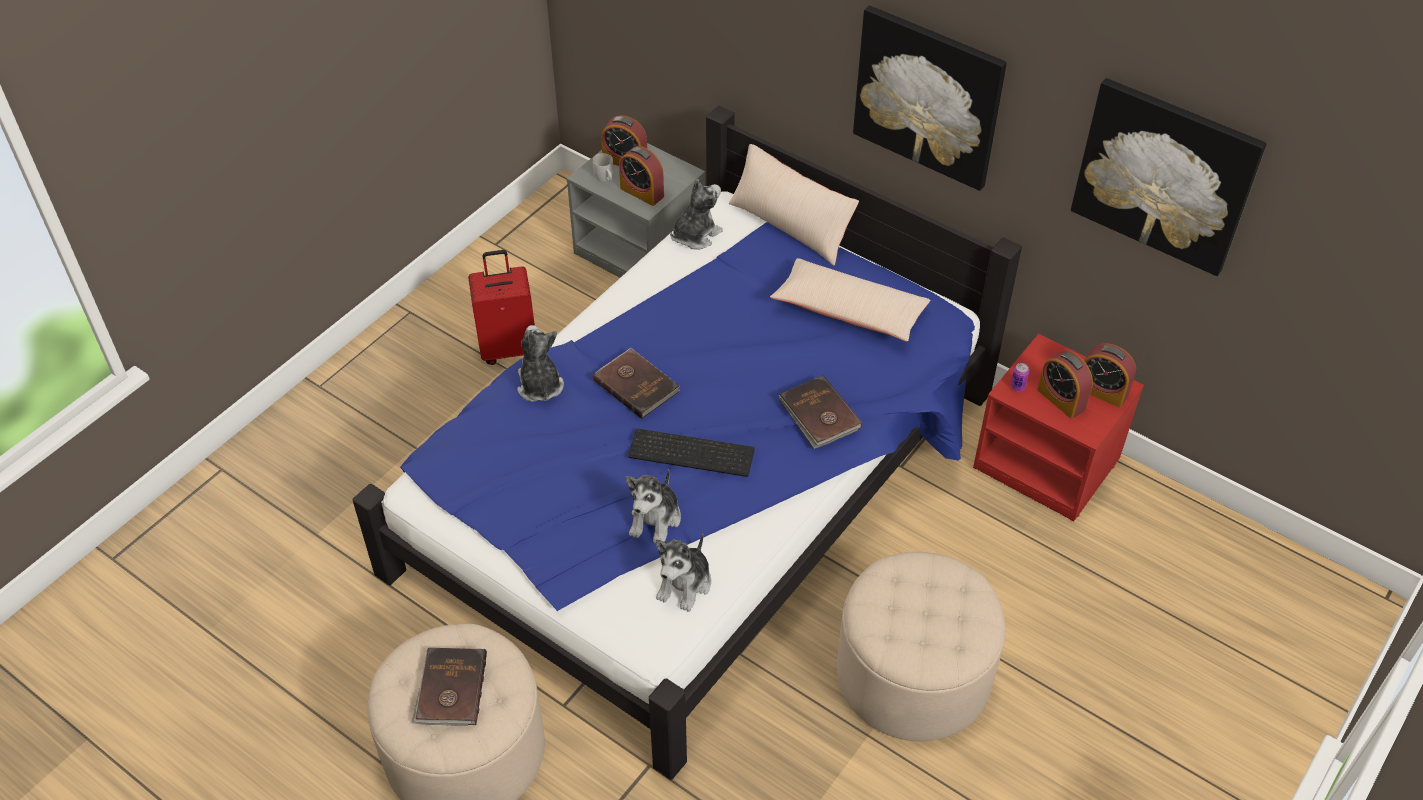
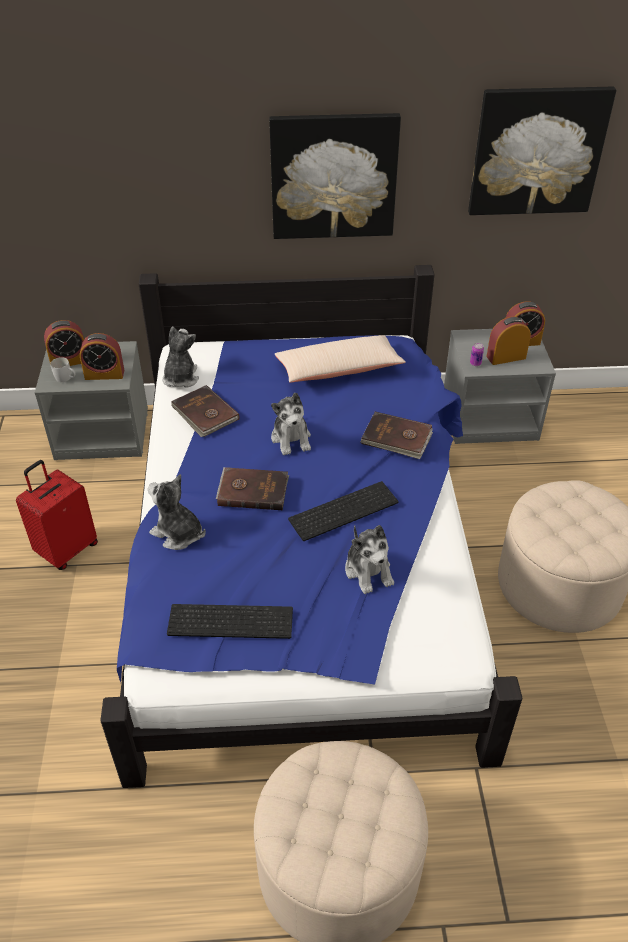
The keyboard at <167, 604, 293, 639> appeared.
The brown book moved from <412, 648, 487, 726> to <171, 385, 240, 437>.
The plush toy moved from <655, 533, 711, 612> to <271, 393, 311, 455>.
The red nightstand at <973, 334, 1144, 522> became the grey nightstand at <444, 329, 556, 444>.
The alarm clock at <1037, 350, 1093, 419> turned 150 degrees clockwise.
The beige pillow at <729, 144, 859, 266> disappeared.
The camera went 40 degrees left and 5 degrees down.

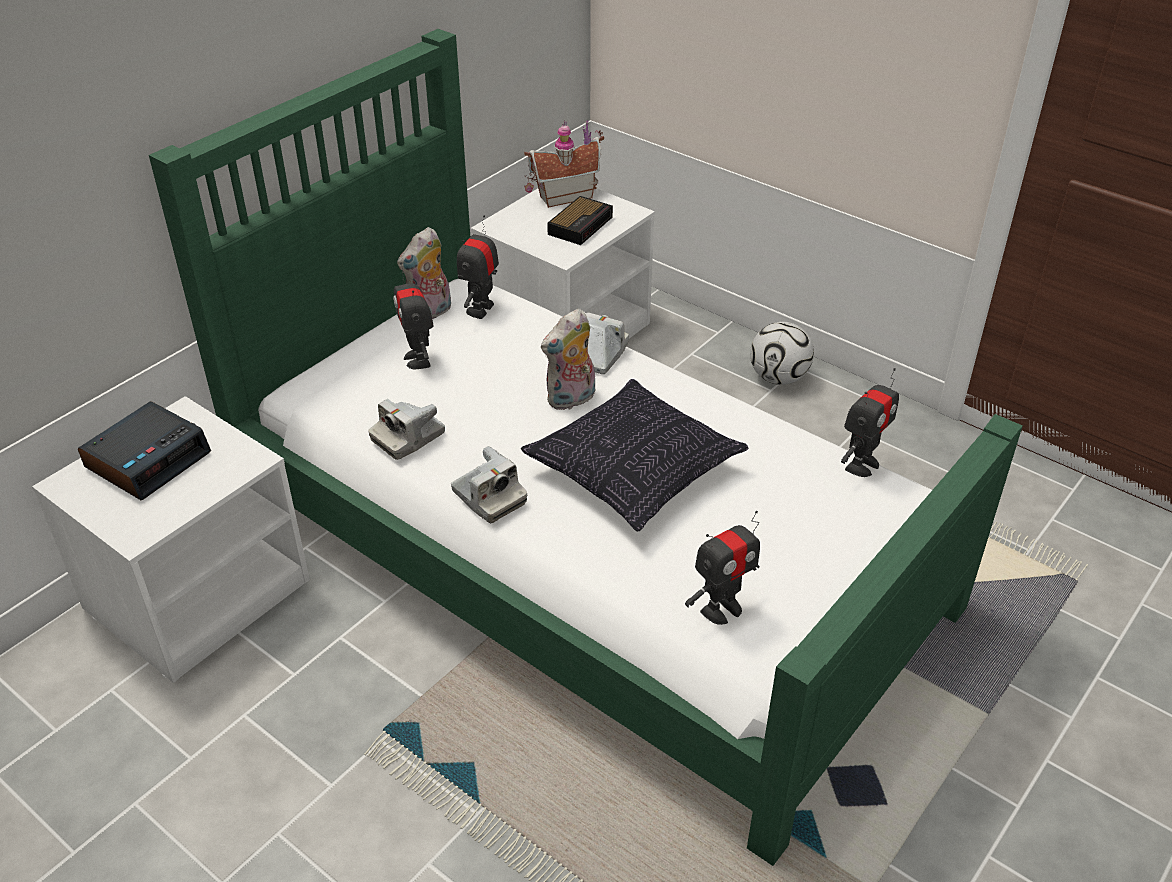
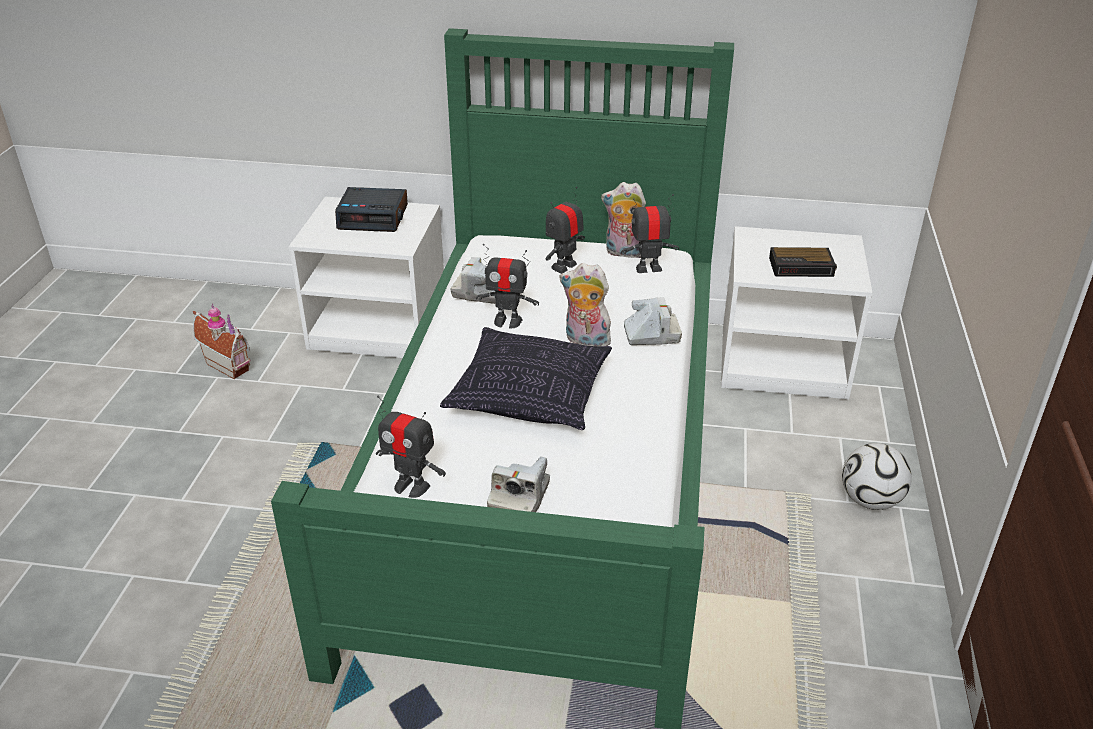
The toy house moved from <524, 120, 604, 208> to <193, 304, 251, 379>.
The toy robot moved from <841, 368, 899, 477> to <476, 244, 539, 329>.
The photo camera moved from <451, 446, 527, 523> to <487, 456, 550, 512>.
The camera went 60 degrees right and 5 degrees down.

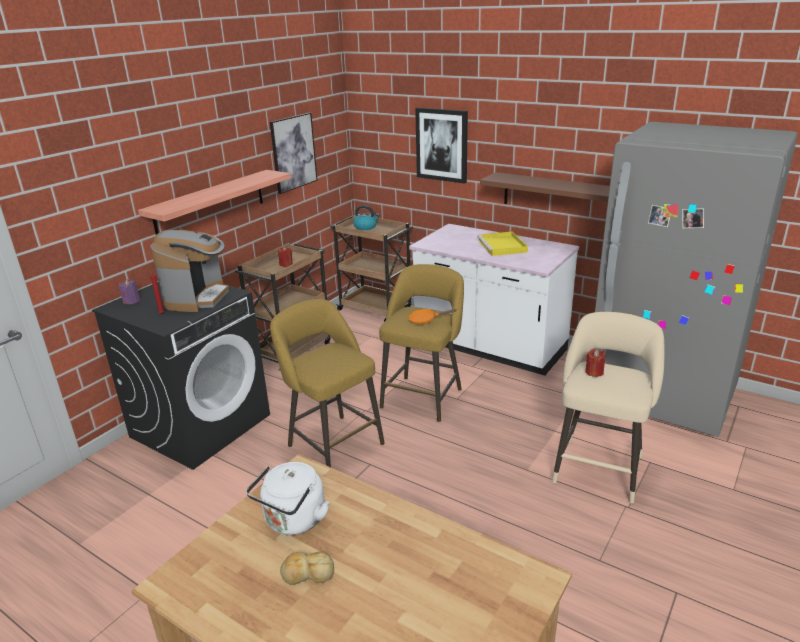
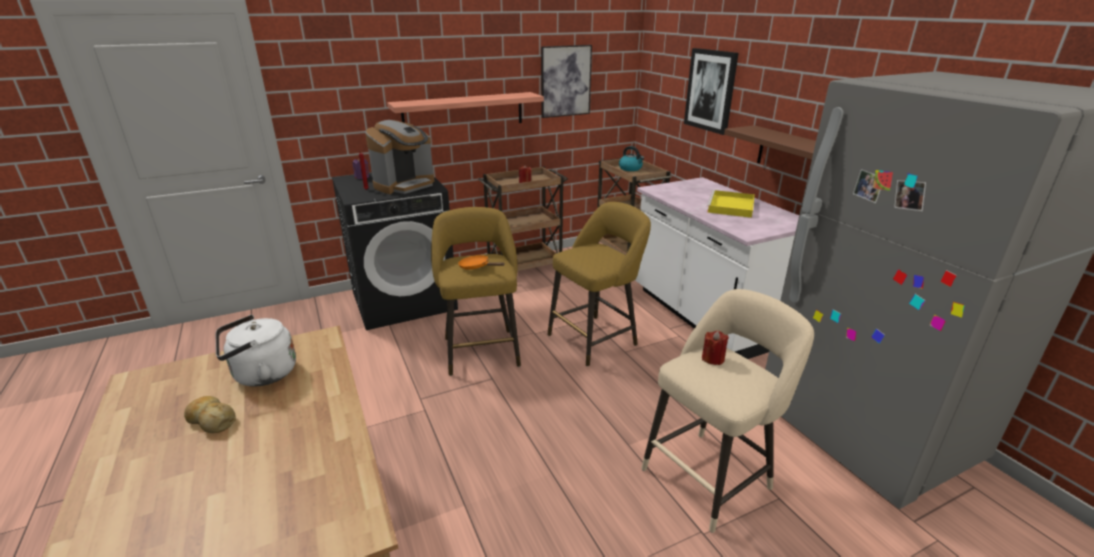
The orange frying pan moved from <408, 309, 456, 324> to <458, 255, 505, 270>.
The camera went 30 degrees right and 0 degrees up.

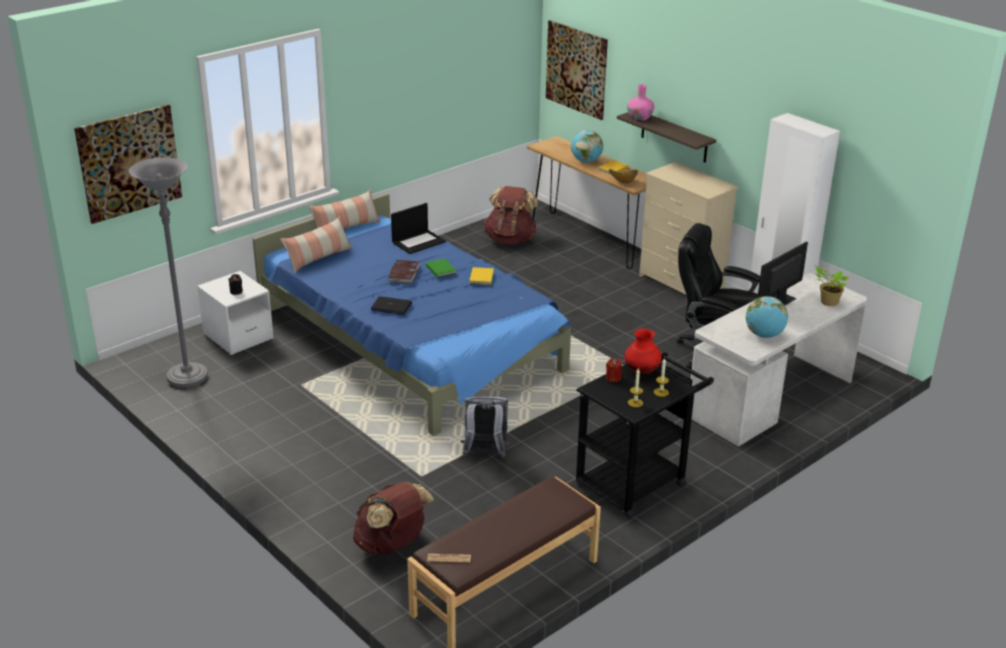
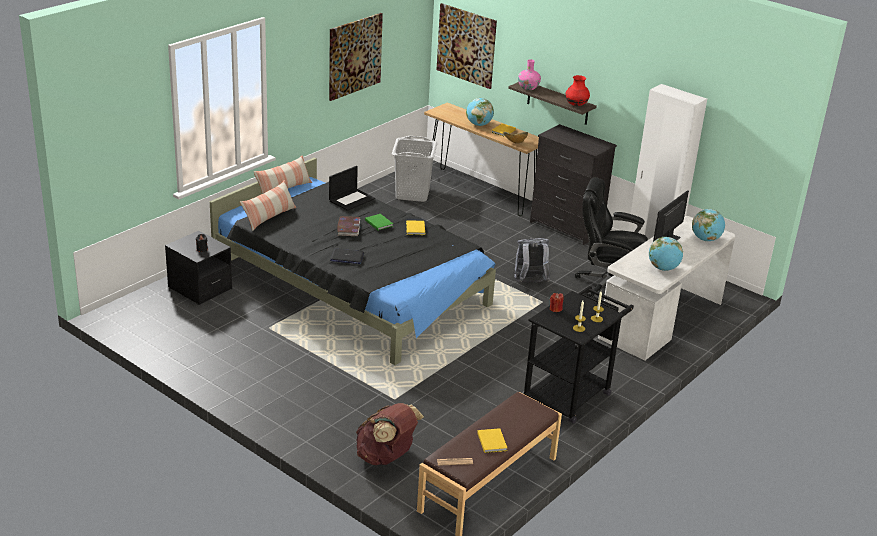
The white nightstand at <197, 271, 274, 355> became the black nightstand at <165, 231, 232, 305>.
The blue bed at <253, 193, 571, 436> became the black bed at <210, 158, 496, 365>.
The picture moved from <74, 105, 182, 224> to <329, 13, 383, 101>.
The brown backpack at <484, 186, 538, 245> was replaced by the grey laundry basket at <392, 136, 438, 202>.
The yellow book at <477, 428, 507, 453> appeared.
The grey backpack moved from <460, 396, 510, 457> to <513, 238, 550, 282>.
The beige dresser at <639, 162, 738, 295> became the black dresser at <530, 124, 617, 245>.
The red vase moved from <624, 328, 662, 374> to <566, 75, 590, 106>.
The potted plant at <814, 265, 849, 306> was replaced by the globe at <692, 209, 725, 241>.
The grey floor lamp at <129, 157, 208, 388> disappeared.
The camera went 10 degrees left and 0 degrees up.

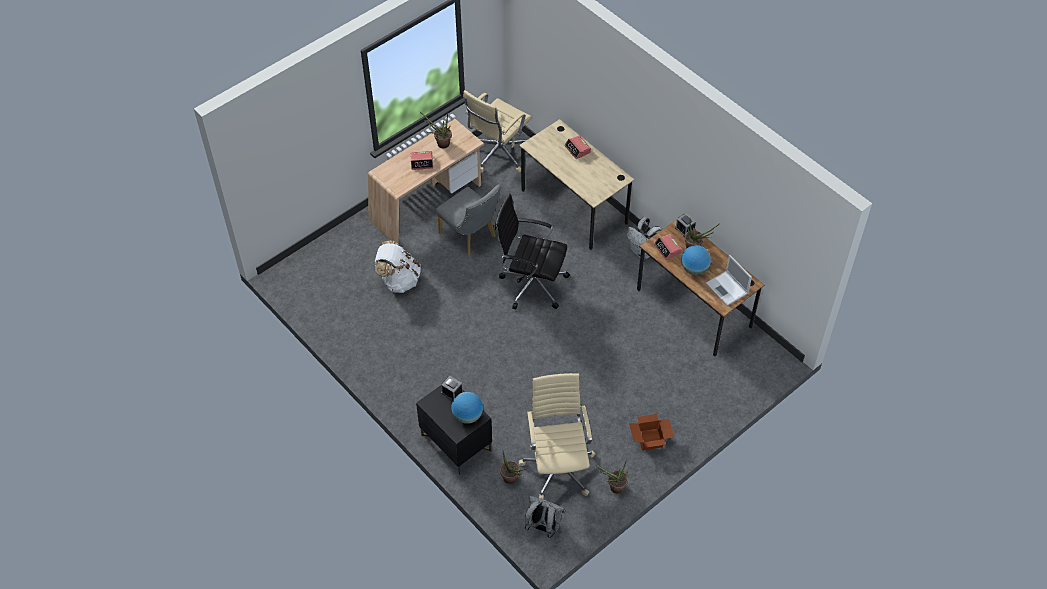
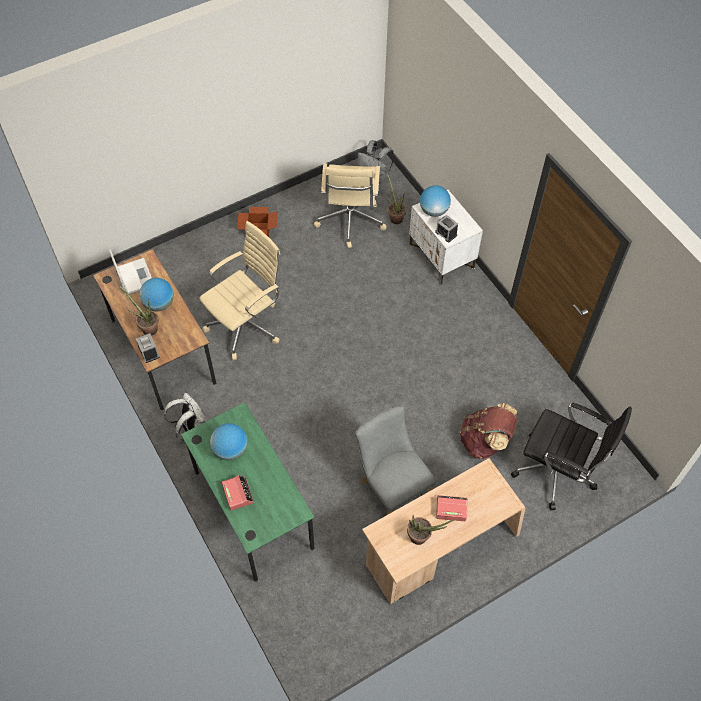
The beige desk at <519, 119, 634, 250> became the green desk at <181, 402, 315, 582>.
The beige office chair moved from <463, 90, 532, 173> to <199, 221, 280, 360>.
The globe at <210, 423, 247, 460> appeared.
The black nightstand at <416, 385, 492, 475> became the white nightstand at <409, 190, 483, 285>.
The white backpack at <375, 241, 421, 293> became the brown backpack at <460, 403, 517, 459>.
The black office chair moved from <495, 194, 570, 310> to <511, 403, 632, 510>.
The potted plant at <596, 461, 628, 494> disappeared.
The alarm clock at <654, 234, 682, 260> disappeared.
The camera went 170 degrees left and 5 degrees up.

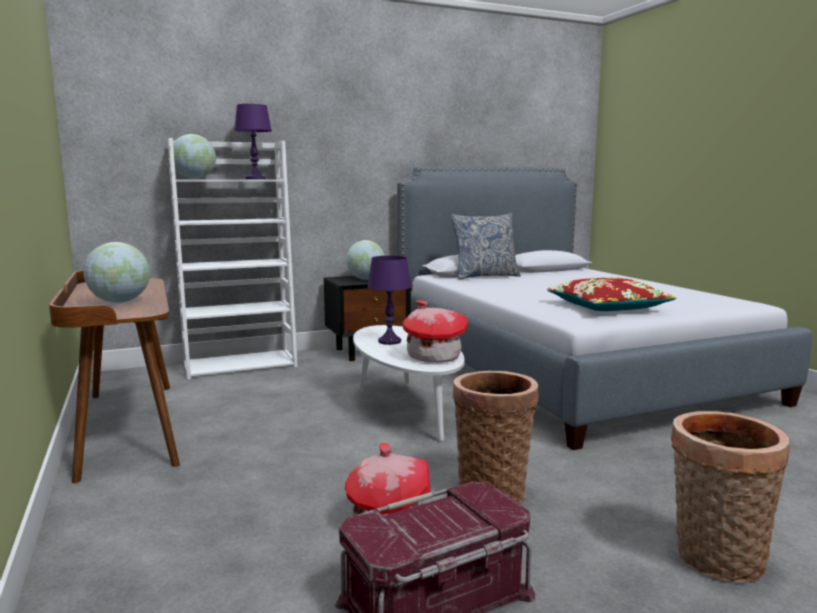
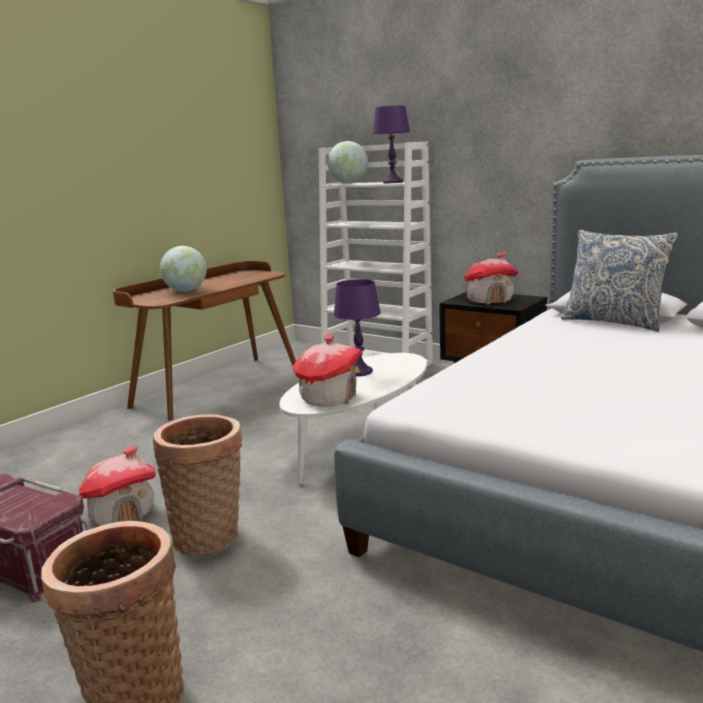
The globe at <346, 240, 385, 280> was replaced by the toy house at <464, 252, 519, 305>.
The red pillow at <547, 277, 676, 311> disappeared.
The camera went 60 degrees right and 5 degrees up.

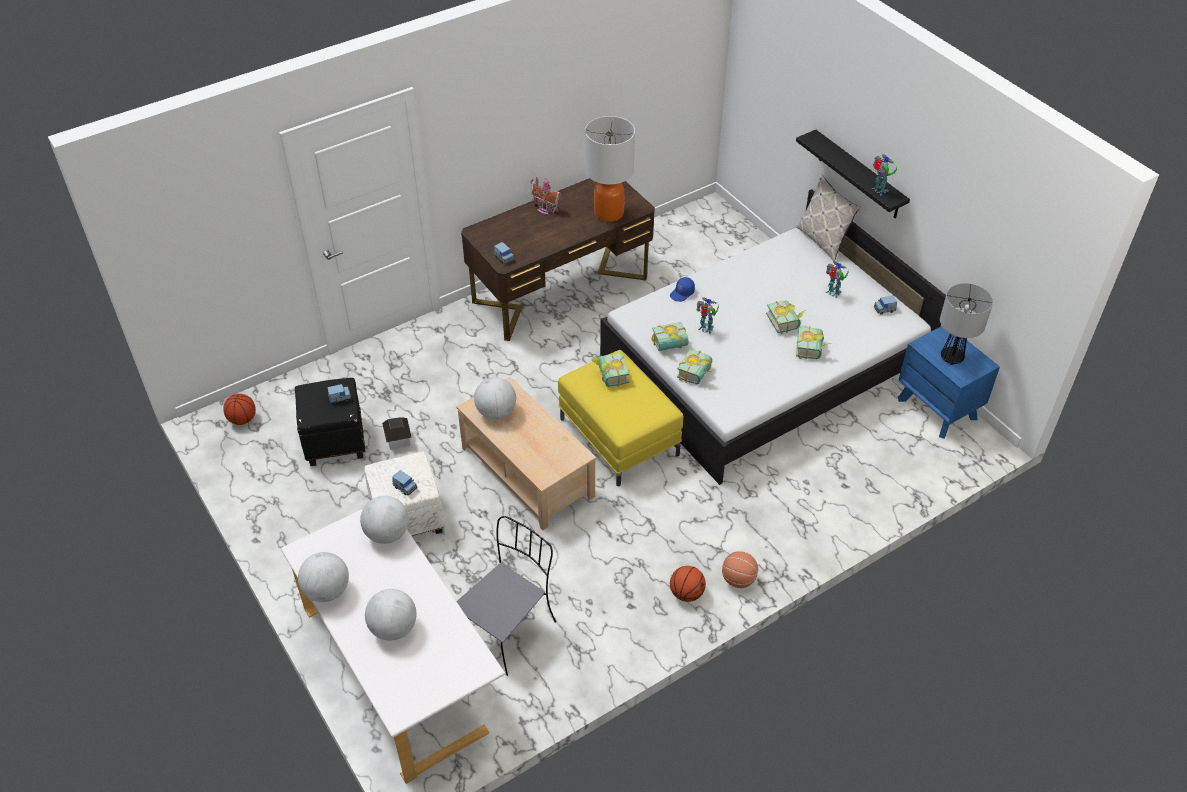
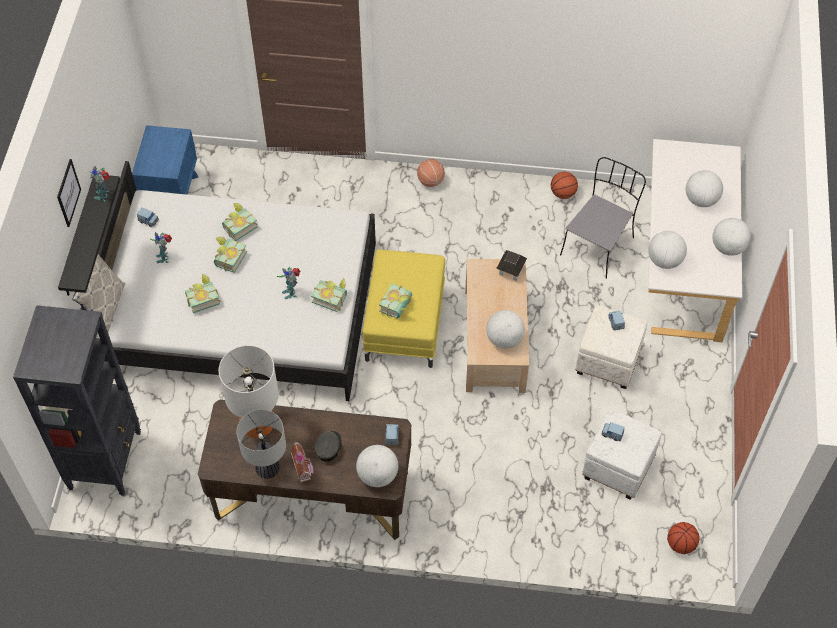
The black bookcase at <13, 305, 141, 496> appeared.
The picture at <57, 159, 81, 227> appeared.
The book moved from <677, 349, 712, 385> to <185, 274, 221, 313>.
The table lamp moved from <940, 283, 993, 365> to <237, 410, 286, 479>.
The grey cap at <314, 431, 342, 462> appeared.
The globe at <356, 445, 398, 487> appeared.
The toy house moved from <382, 417, 412, 450> to <496, 250, 527, 281>.
The basketball moved from <670, 566, 706, 602> to <551, 172, 578, 199>.
The grey chair at <456, 516, 556, 676> turned 135 degrees clockwise.
The black ottoman at <295, 378, 365, 466> became the white ottoman at <582, 410, 662, 500>.
The blue cap at <670, 277, 695, 302> disappeared.
The camera went 140 degrees left and 10 degrees up.

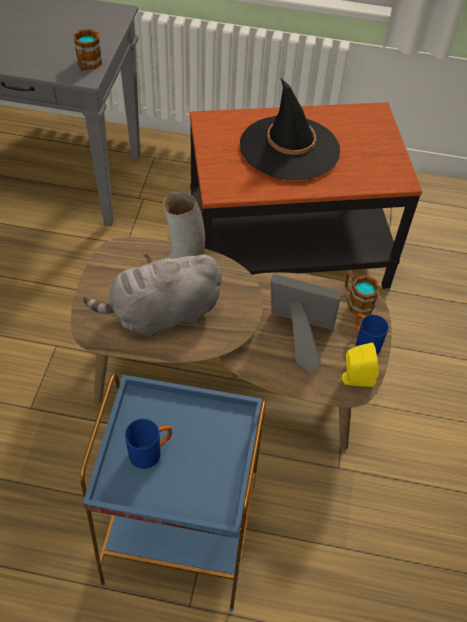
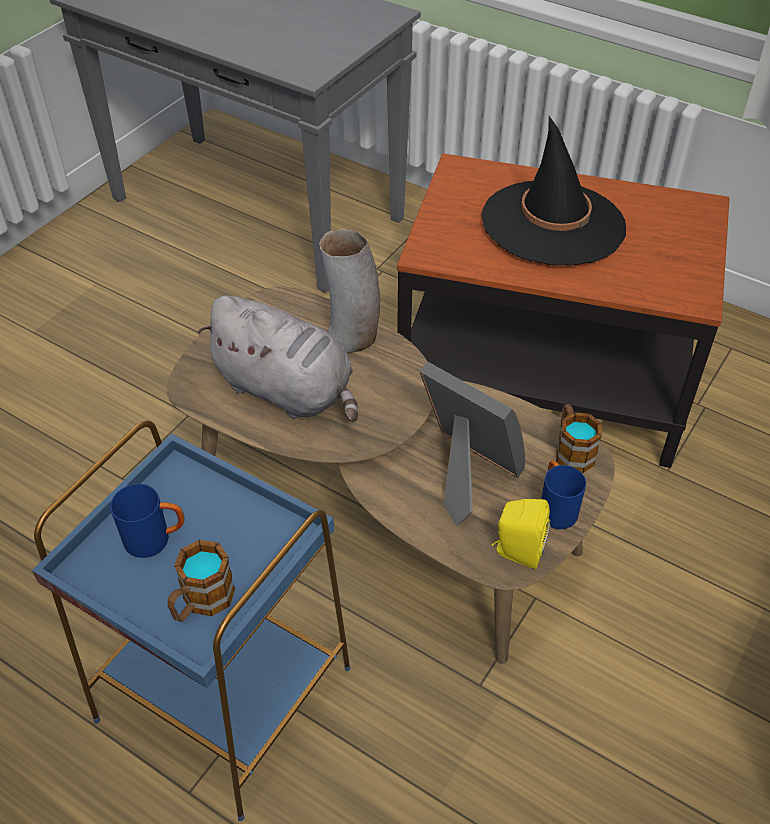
The mug moved from <73, 29, 102, 71> to <168, 540, 235, 622>.
The grey plush toy at <83, 254, 222, 338> turned 150 degrees counterclockwise.
The camera went 25 degrees right and 5 degrees down.

